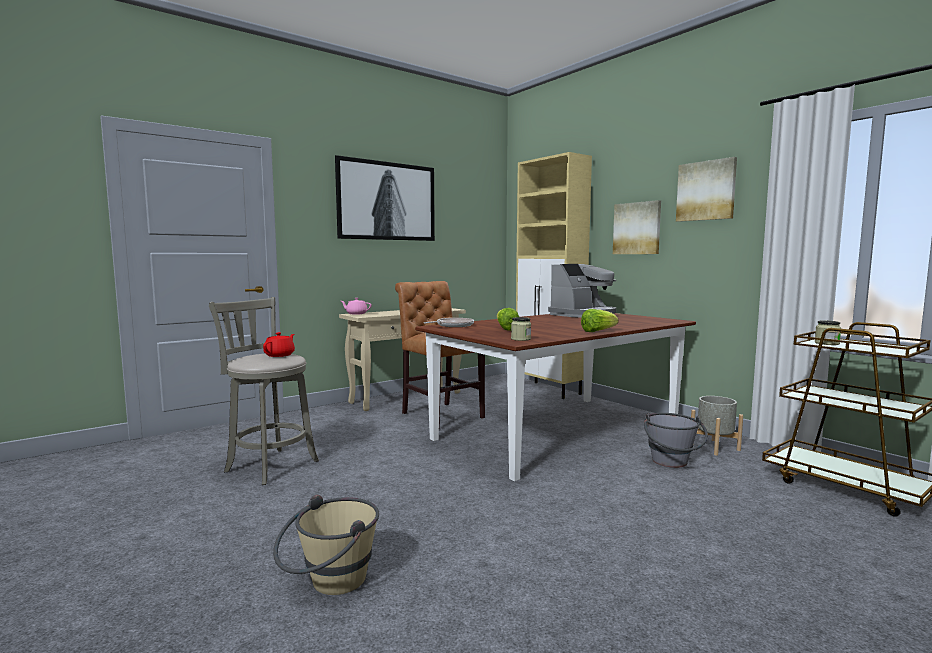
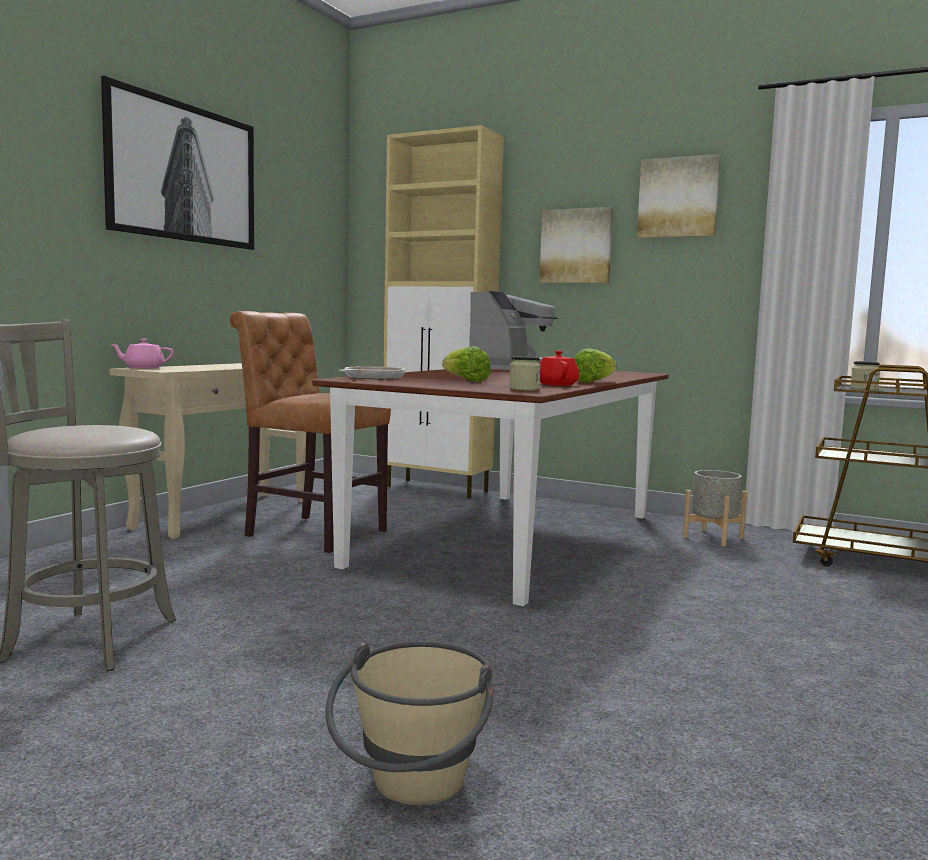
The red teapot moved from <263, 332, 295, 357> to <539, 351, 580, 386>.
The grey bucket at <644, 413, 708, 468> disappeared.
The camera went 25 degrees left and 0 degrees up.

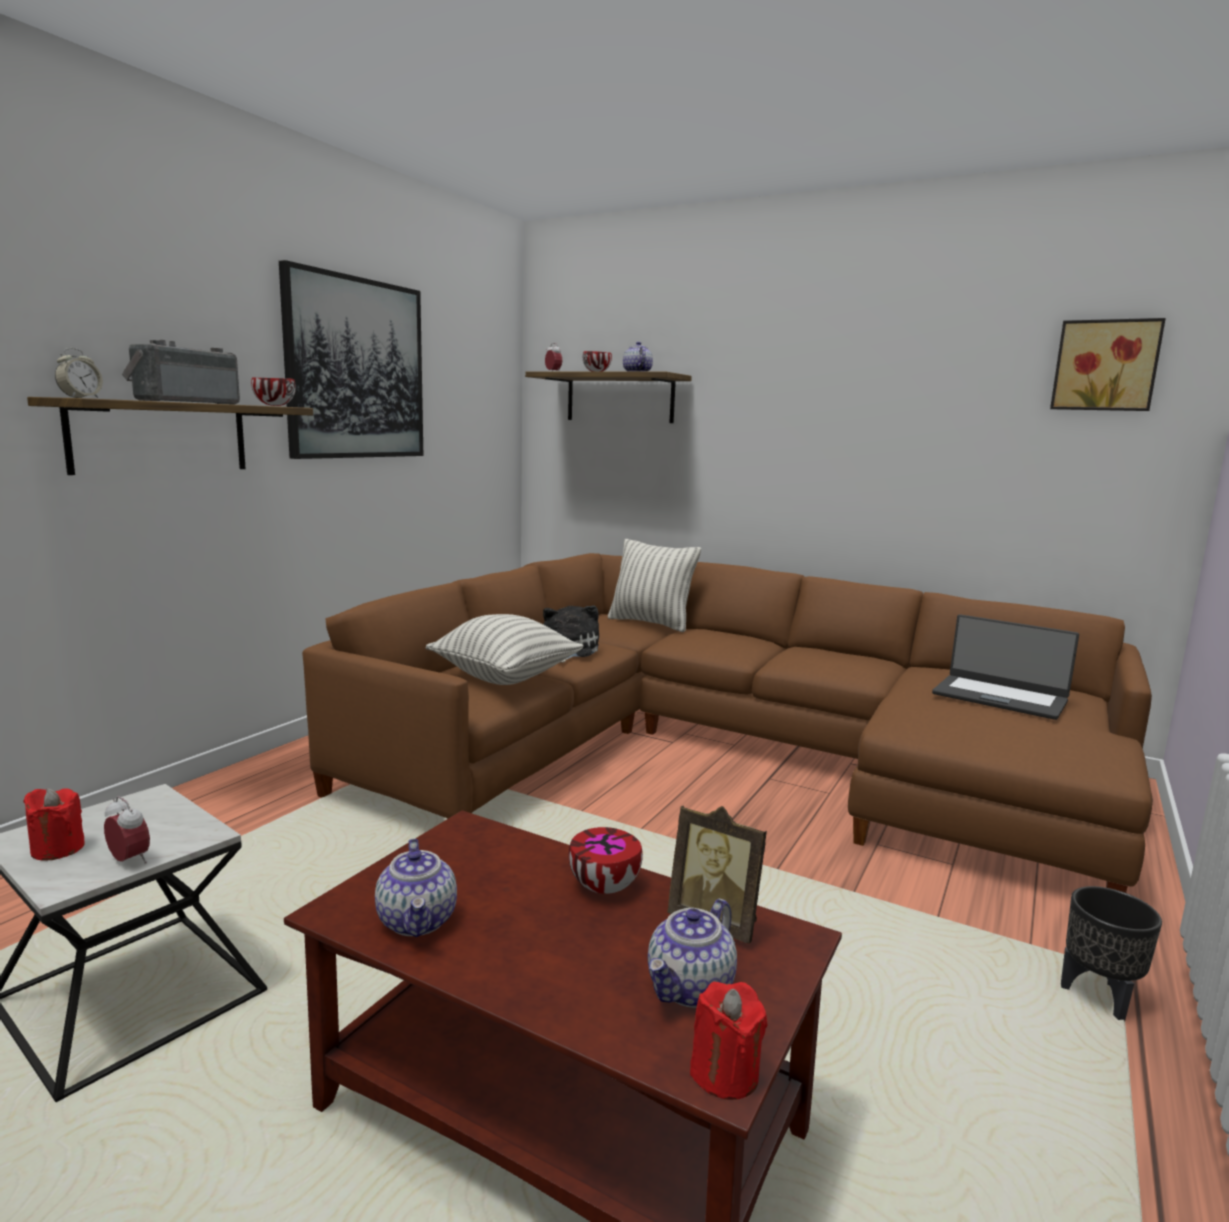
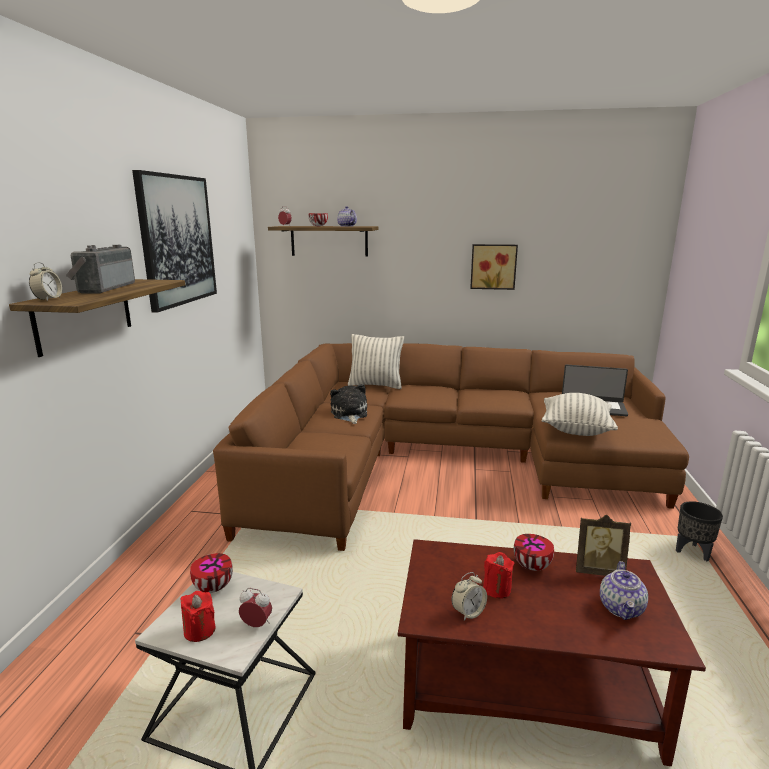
The bowl moved from <251, 378, 296, 406> to <190, 553, 233, 593>.
The teapot at <375, 838, 457, 937> was replaced by the alarm clock at <452, 572, 487, 621>.
The picture moved from <1050, 318, 1166, 411> to <470, 244, 518, 290>.
The red candle moved from <690, 982, 768, 1100> to <483, 552, 514, 599>.
The pillow moved from <425, 614, 584, 685> to <541, 393, 618, 436>.
The camera went 20 degrees left and 5 degrees up.

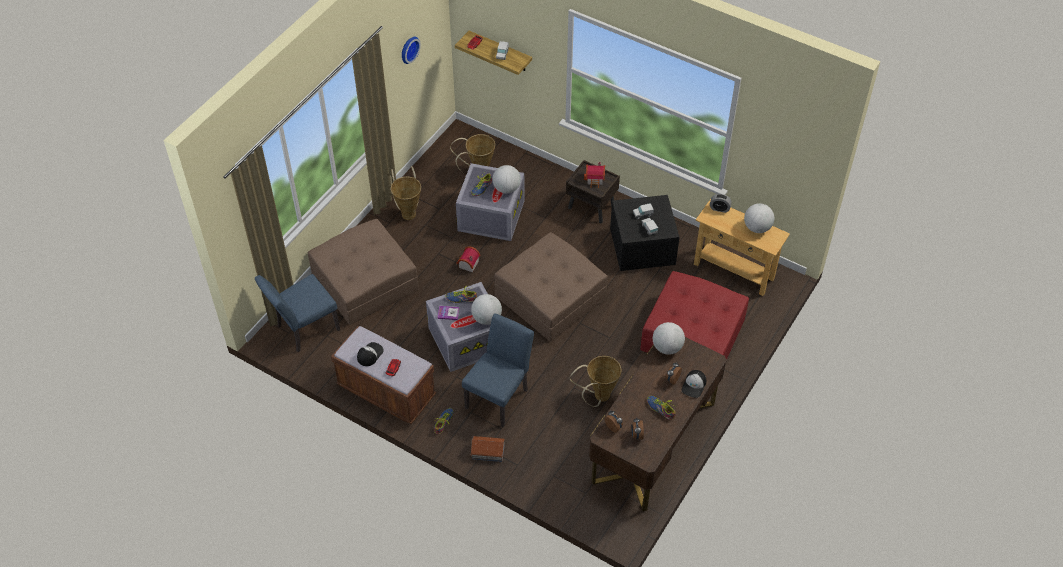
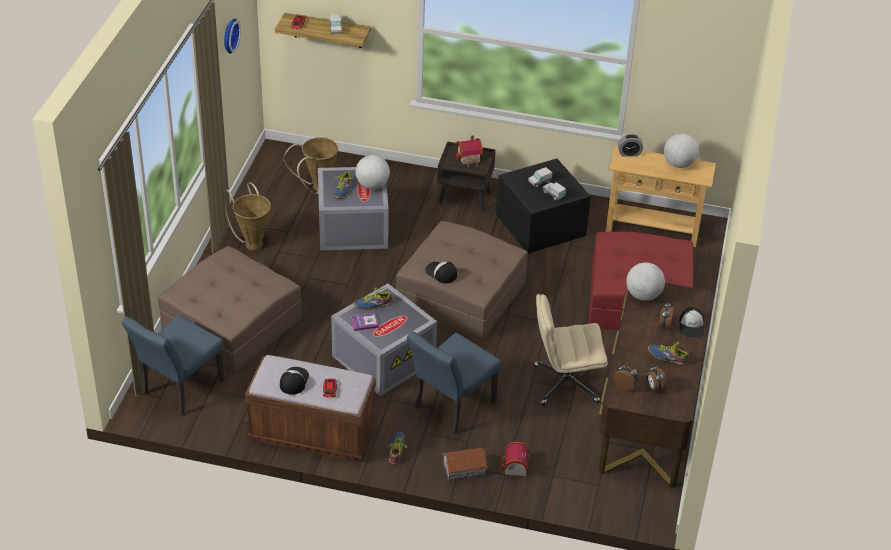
The blue chair at <462, 313, 534, 427> turned 150 degrees counterclockwise.
The cap at <425, 261, 457, 283> appeared.
The toy house moved from <456, 246, 481, 272> to <499, 442, 529, 476>.
The basket at <570, 356, 621, 407> was replaced by the beige office chair at <533, 294, 608, 406>.
The globe at <471, 294, 502, 325> disappeared.
The camera went 20 degrees left and 10 degrees down.

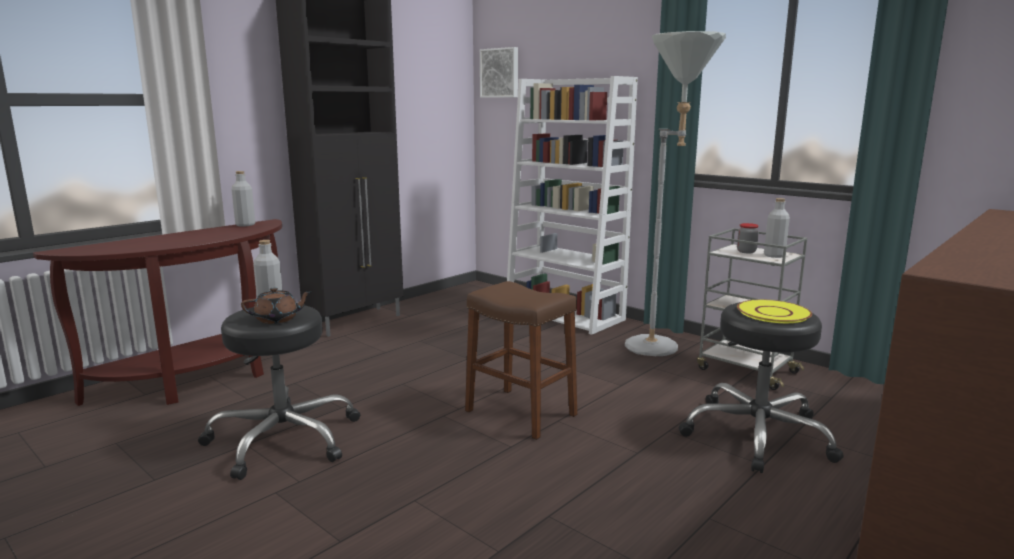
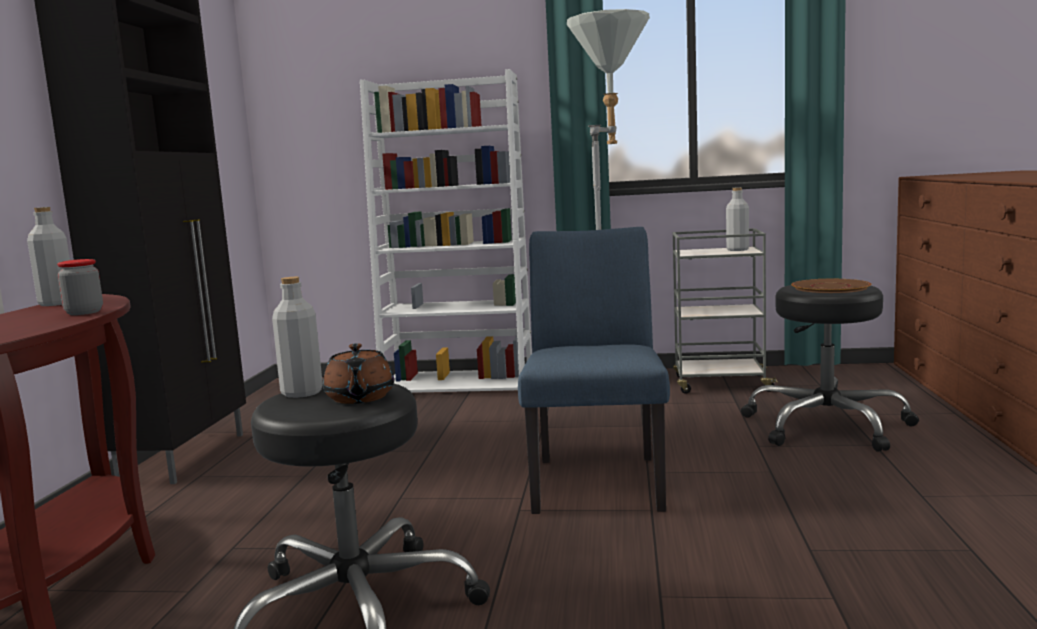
The jar moved from <737, 223, 759, 253> to <57, 259, 103, 315>.
The brown teapot at <241, 287, 312, 324> turned 135 degrees clockwise.
The brown stool at <465, 281, 577, 440> was replaced by the blue chair at <518, 227, 670, 514>.
The yellow plate at <737, 299, 812, 323> became the brown plate at <791, 279, 871, 293>.
The picture at <480, 47, 518, 98> disappeared.
The camera went 35 degrees left and 5 degrees down.

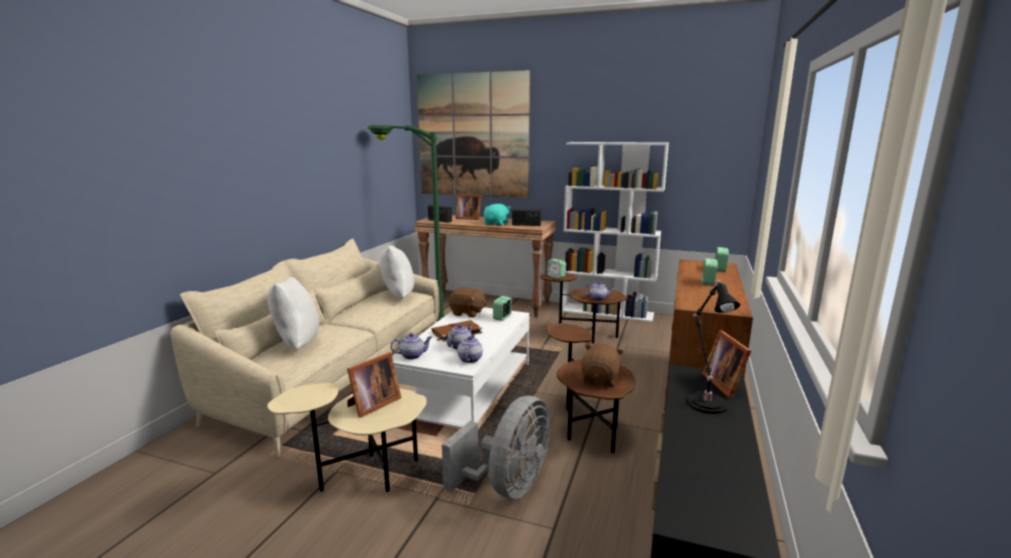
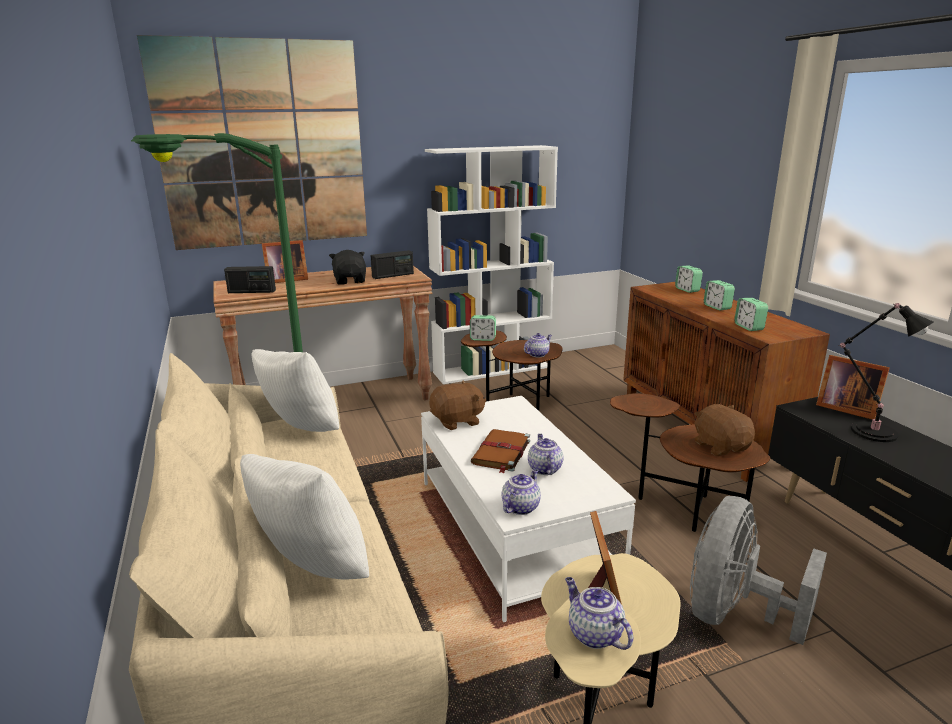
The turquoise plush toy at <484, 204, 510, 226> became the black plush toy at <329, 250, 366, 285>.
The teapot moved from <457, 335, 483, 363> to <565, 577, 633, 650>.
The grey fan at <442, 396, 550, 499> turned 135 degrees counterclockwise.
The alarm clock moved from <493, 296, 512, 321> to <734, 298, 768, 331>.
The camera went 40 degrees left and 5 degrees up.

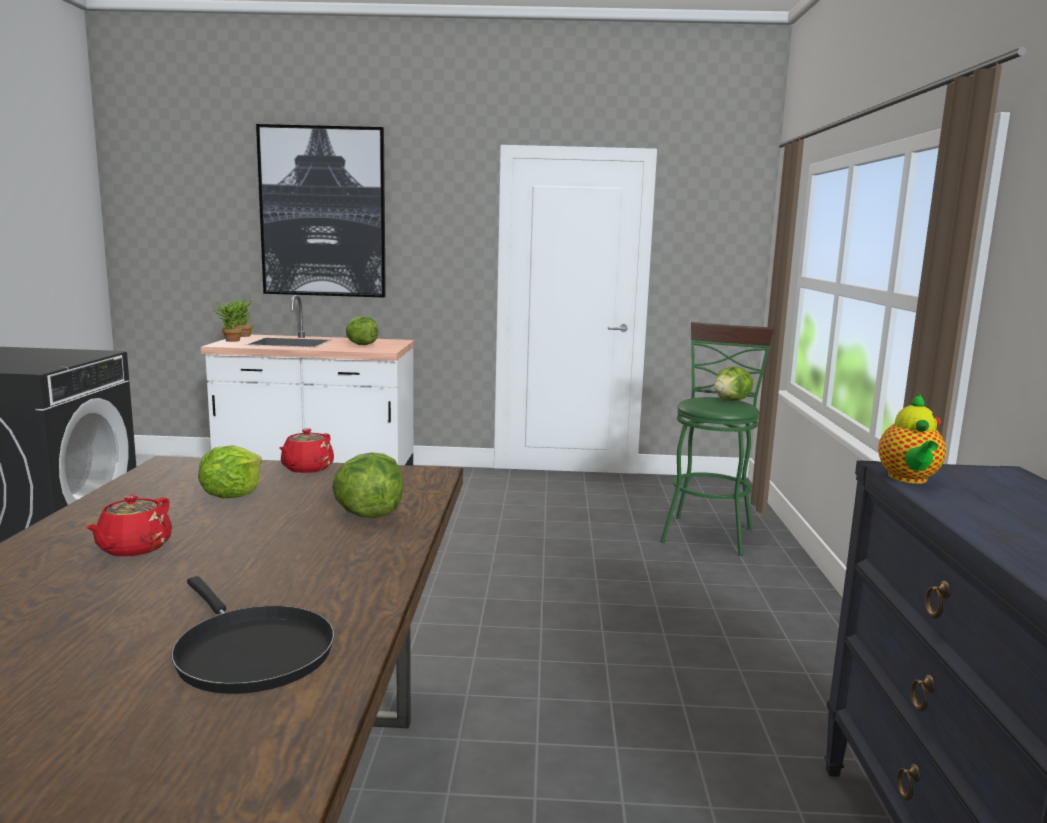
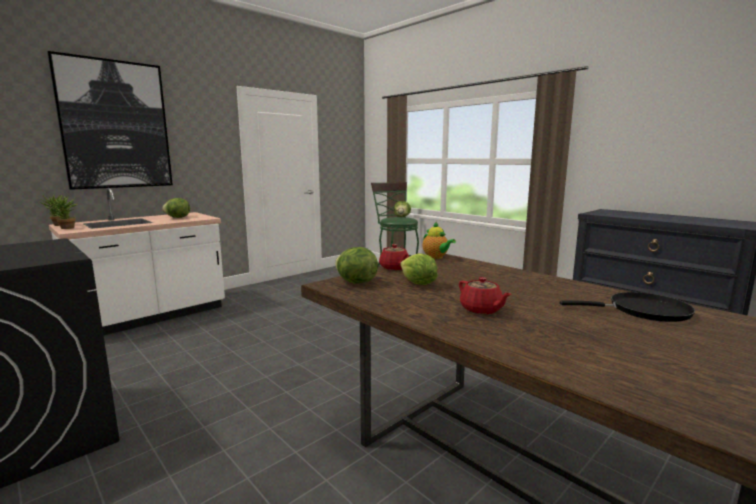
The lettuce moved from <332, 452, 403, 518> to <335, 247, 378, 284>.
The teapot moved from <878, 393, 946, 484> to <422, 221, 456, 259>.
The camera went 45 degrees left and 0 degrees up.

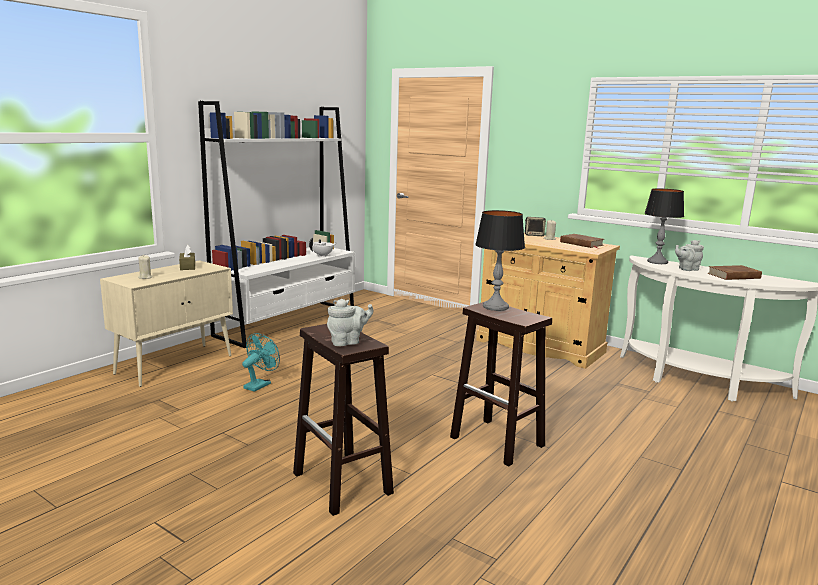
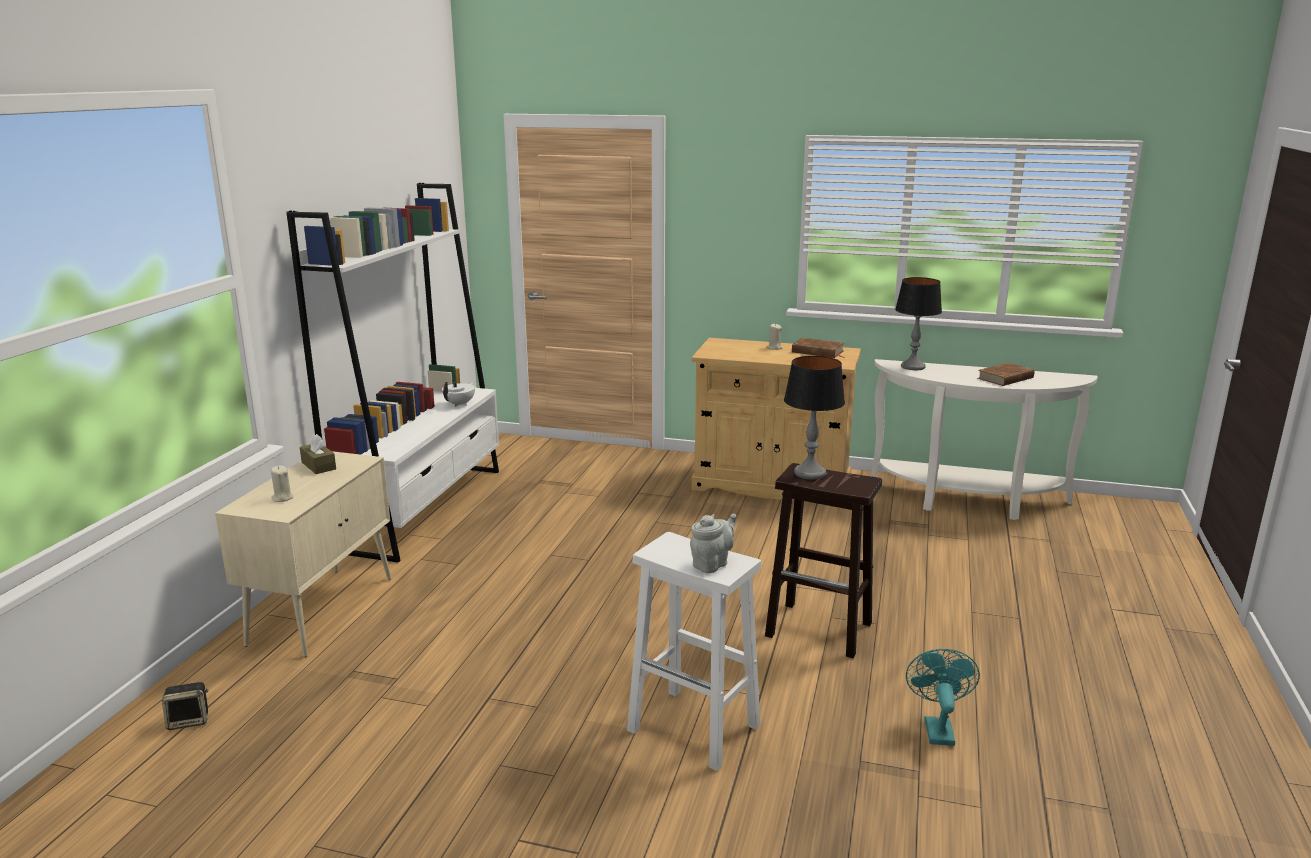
The speaker moved from <525, 217, 546, 236> to <162, 682, 208, 730>.
The brown stool at <293, 324, 394, 516> became the white stool at <627, 532, 761, 771>.
The turquoise fan moved from <242, 333, 280, 392> to <906, 649, 980, 746>.
The grey teapot at <675, 240, 704, 271> disappeared.
The camera went 20 degrees left and 5 degrees up.

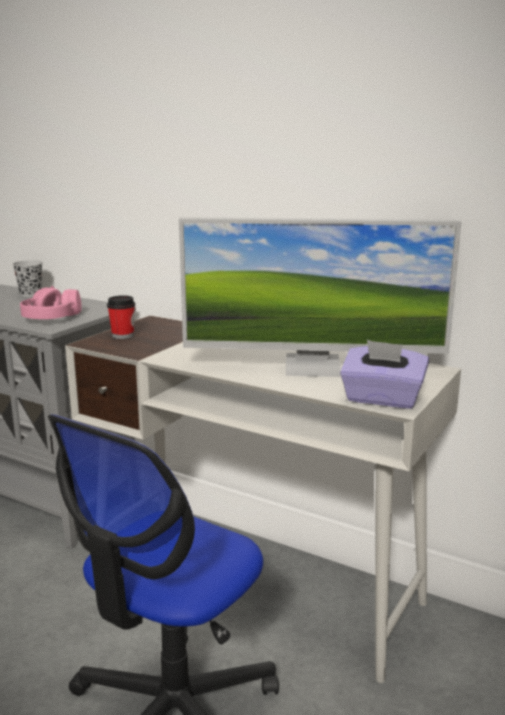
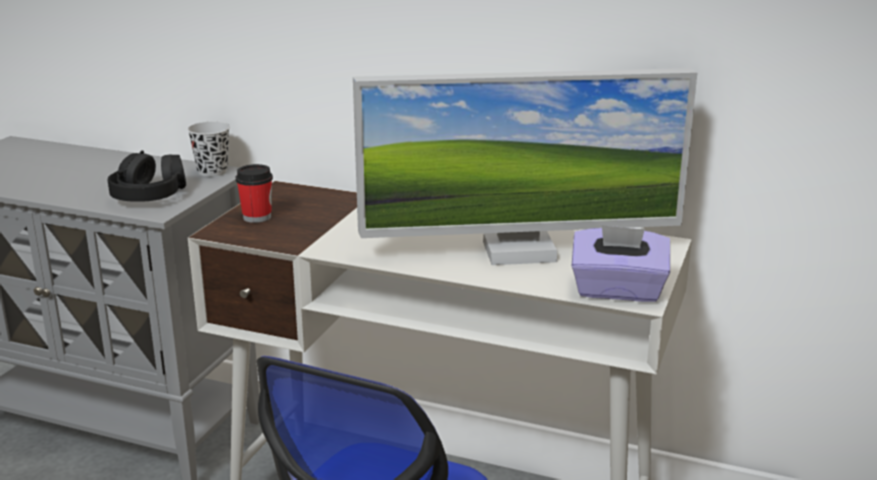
The pink headphones at <20, 286, 82, 319> became the black headphones at <108, 150, 186, 202>.
The black cup moved from <12, 260, 43, 297> to <187, 122, 230, 177>.
The camera went 10 degrees left and 5 degrees up.

